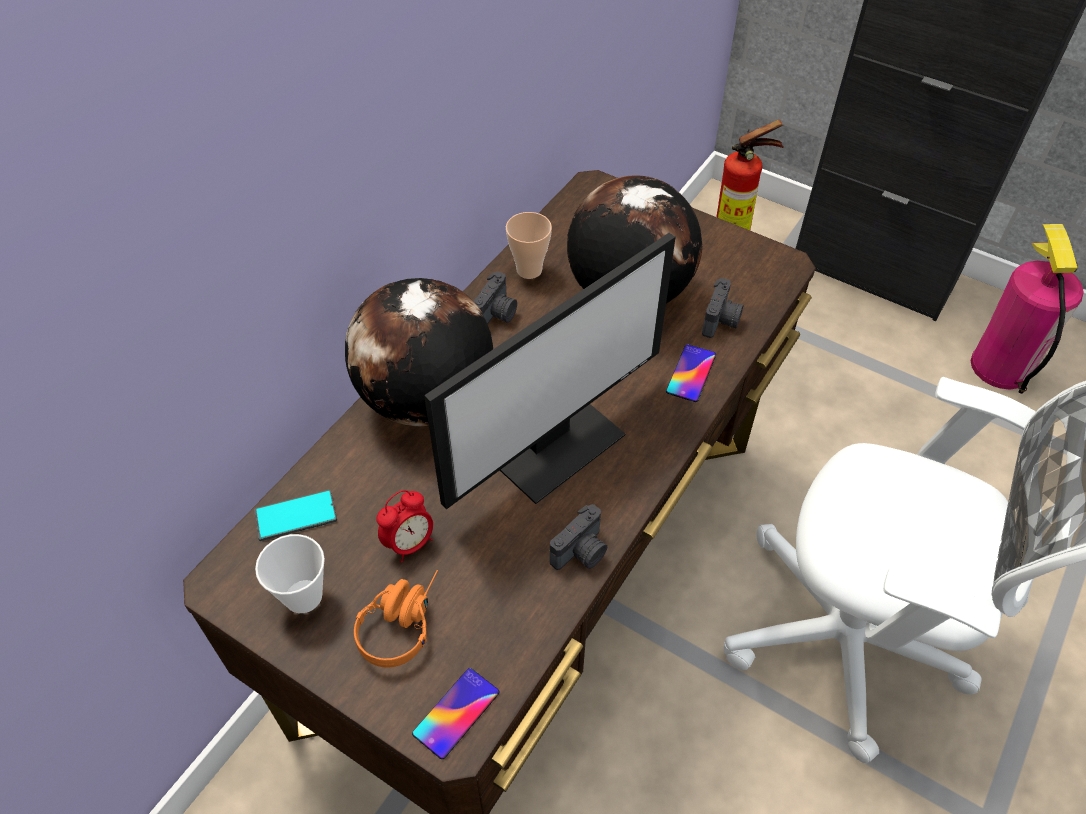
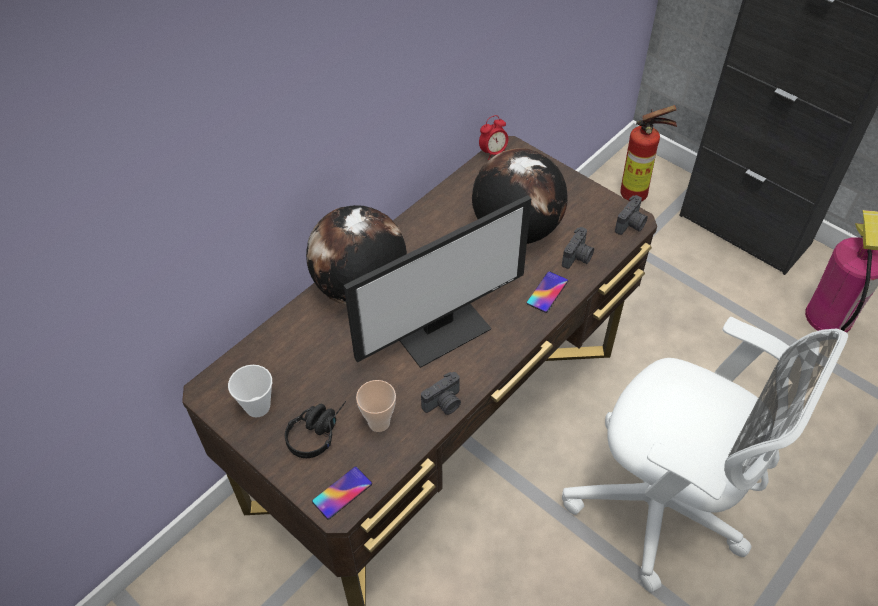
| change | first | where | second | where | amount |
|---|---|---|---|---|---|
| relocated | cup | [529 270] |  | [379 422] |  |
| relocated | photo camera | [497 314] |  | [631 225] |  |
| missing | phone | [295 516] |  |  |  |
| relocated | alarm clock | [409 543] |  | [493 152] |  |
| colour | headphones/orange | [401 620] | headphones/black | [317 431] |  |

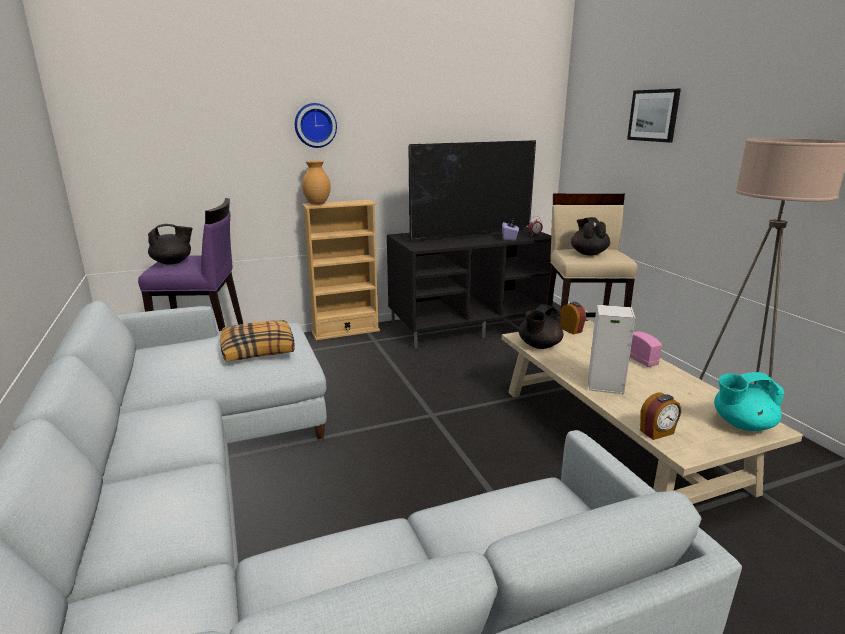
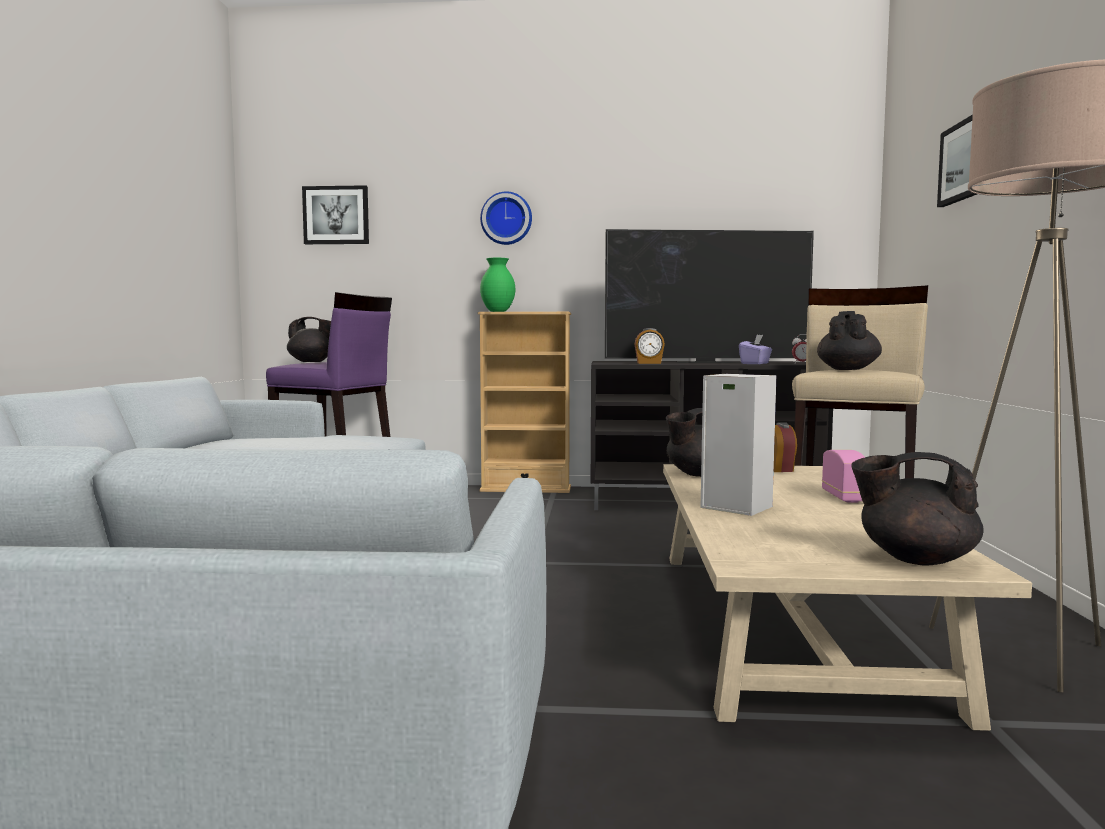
| change | first | where | second | where | amount |
|---|---|---|---|---|---|
| colour | vase/brown | [317 204] | vase/green | [497 311] |  |
| missing | pillow | [259 349] |  |  |  |
| colour | teapot/turquoise | [741 424] | teapot/black | [915 559] |  |
| relocated | alarm clock | [657 432] |  | [649 363] |  |
| appeared |  |  | picture | [336 215] |  |

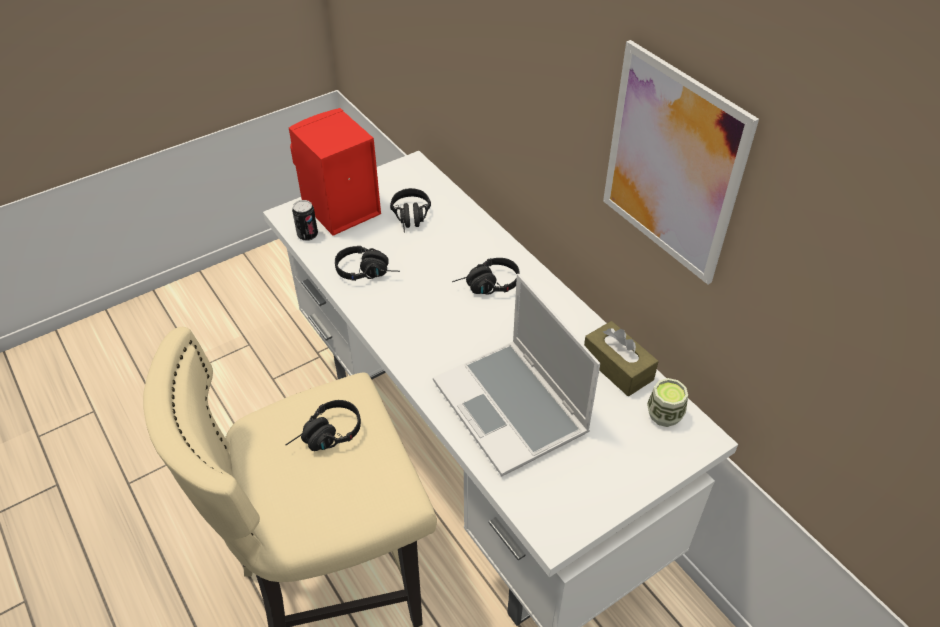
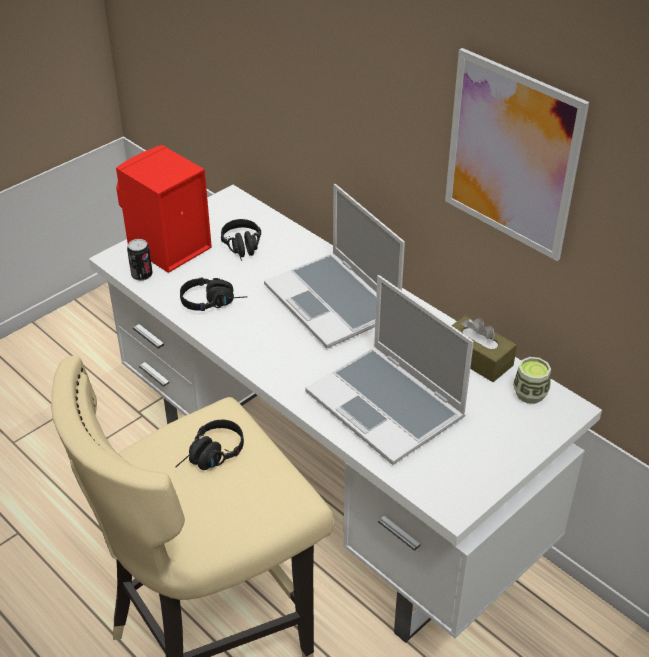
| change | first | where | second | where | amount |
|---|---|---|---|---|---|
| exchanged | headphones/black | [486 286] | laptop | [334 302] |  |

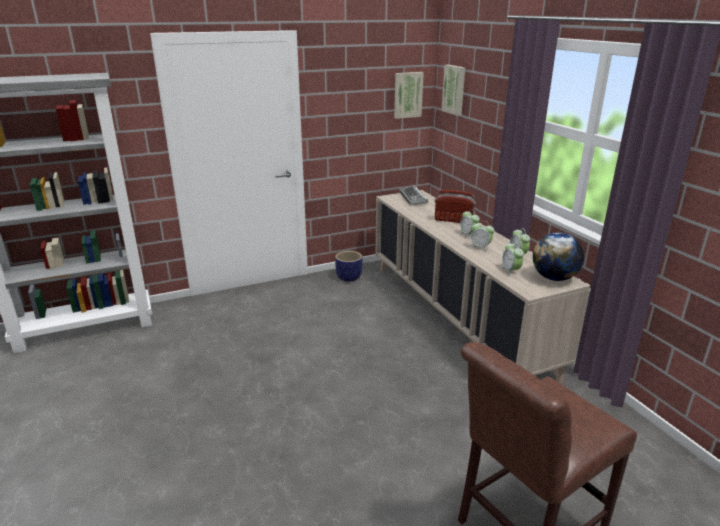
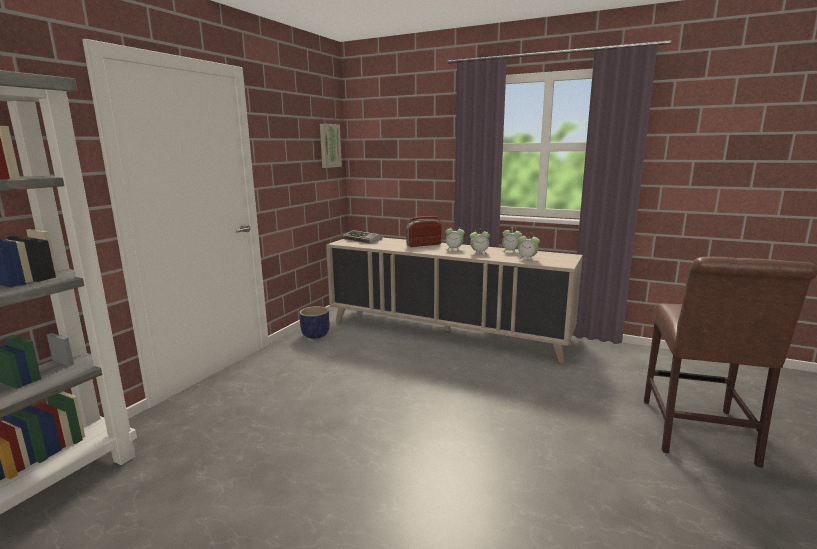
| change | first | where | second | where | amount |
|---|---|---|---|---|---|
| missing | picture | [454 89] |  |  |  |
| missing | globe | [554 278] |  |  |  |

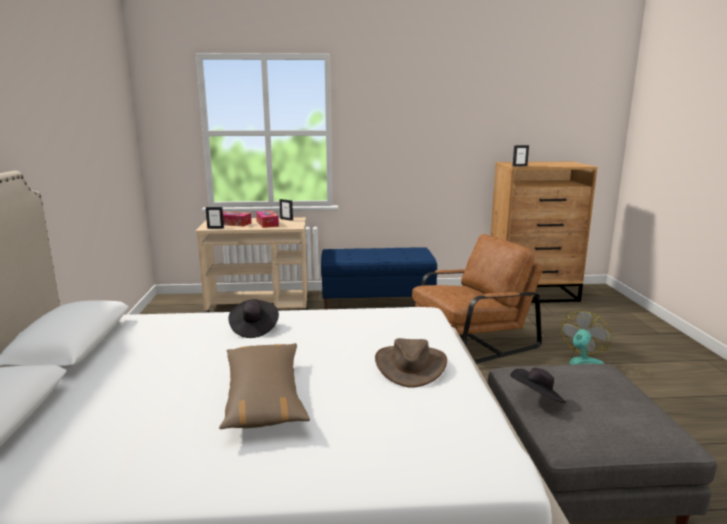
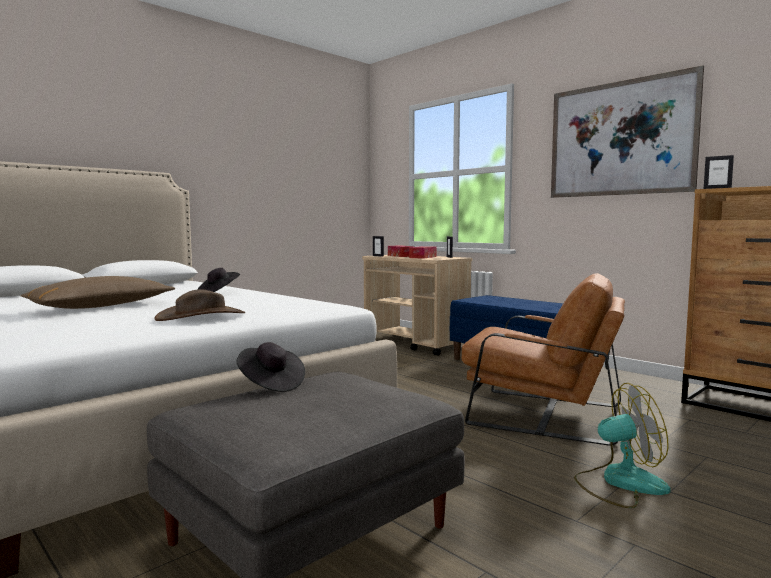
| change | first | where | second | where | amount |
|---|---|---|---|---|---|
| appeared |  |  | picture | [620 138] |  |

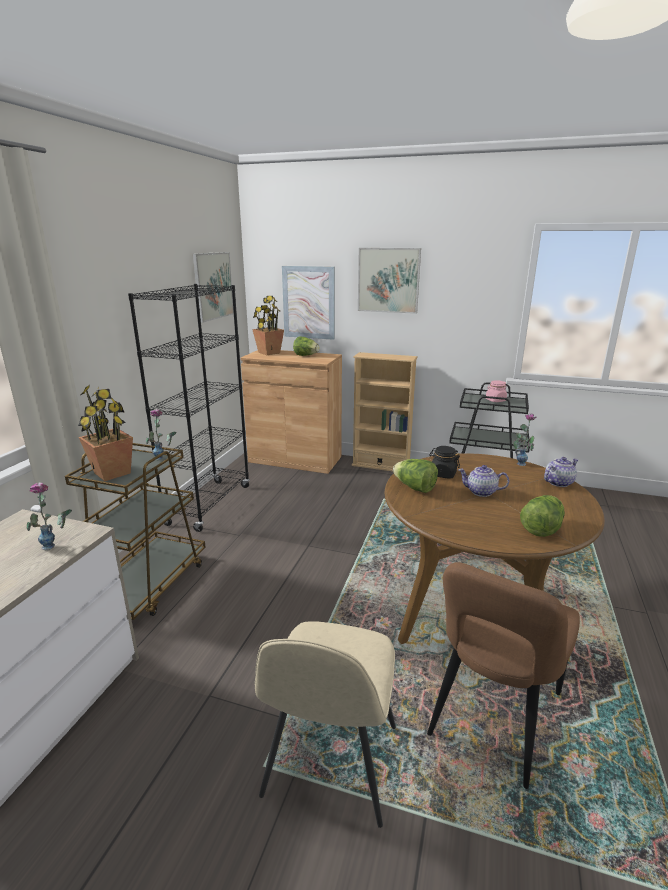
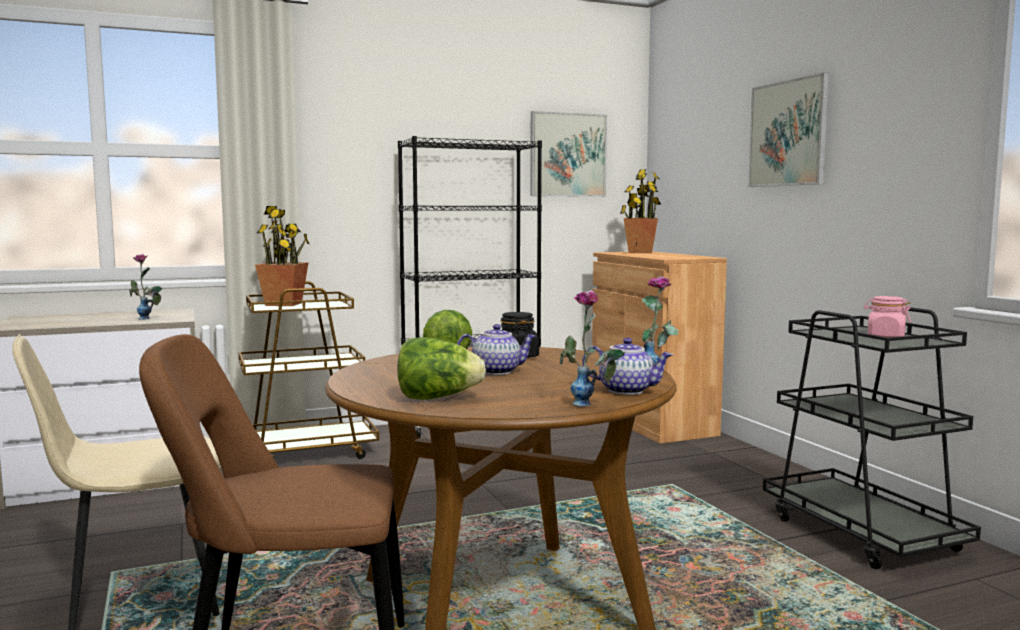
| change | first | where | second | where | amount |
|---|---|---|---|---|---|
| missing | picture | [308 302] |  |  |  |
| missing | lettuce | [306 355] |  |  |  |
| missing | bookcase/beige | [381 465] |  |  |  |
| relocated | vase | [164 458] |  | [591 407] |  |
| spun | teapot | [481 492] |  | [496 371] | 105 degrees clockwise |

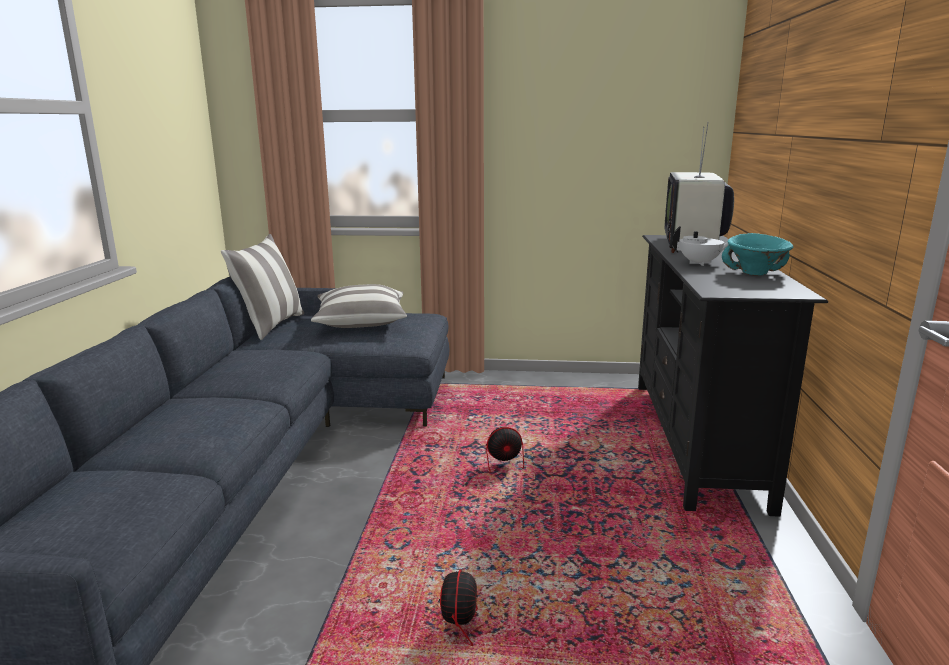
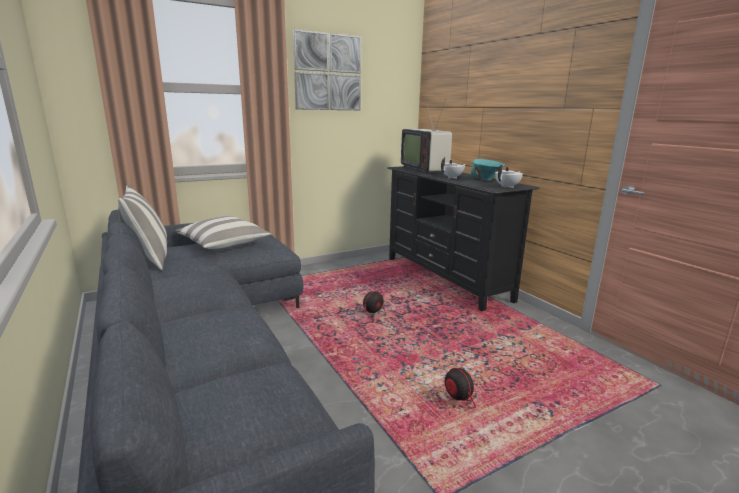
| change | first | where | second | where | amount |
|---|---|---|---|---|---|
| appeared |  |  | picture | [328 72] |  |
| appeared |  |  | teapot/white | [507 187] |  |

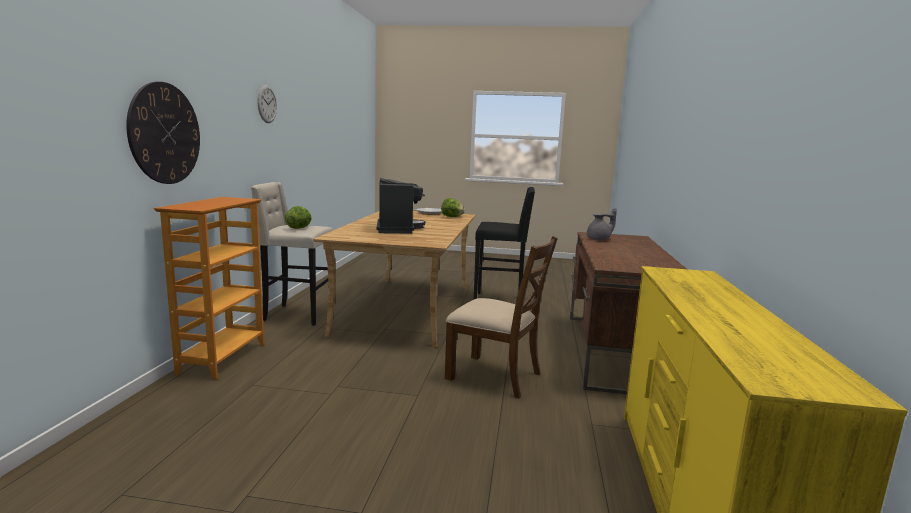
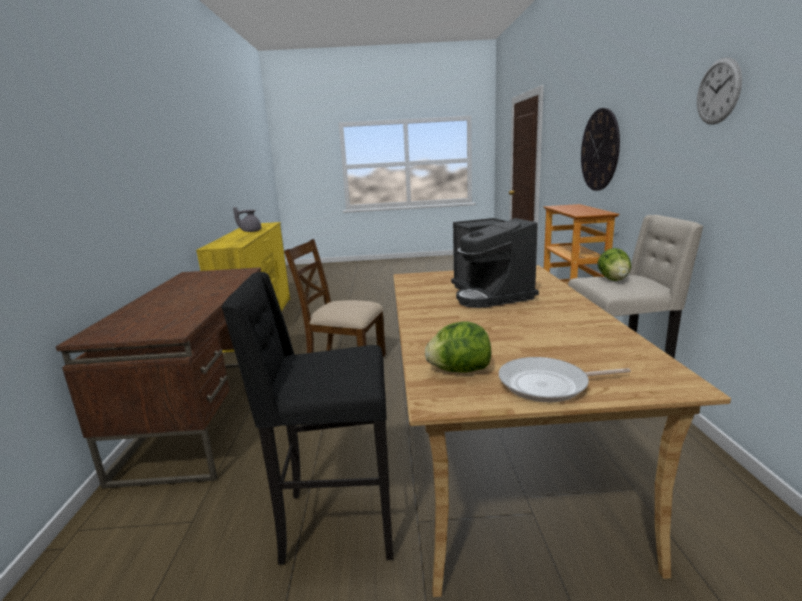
| change | first | where | second | where | amount |
|---|---|---|---|---|---|
| relocated | teapot/grey | [599 239] |  | [250 231] |  |

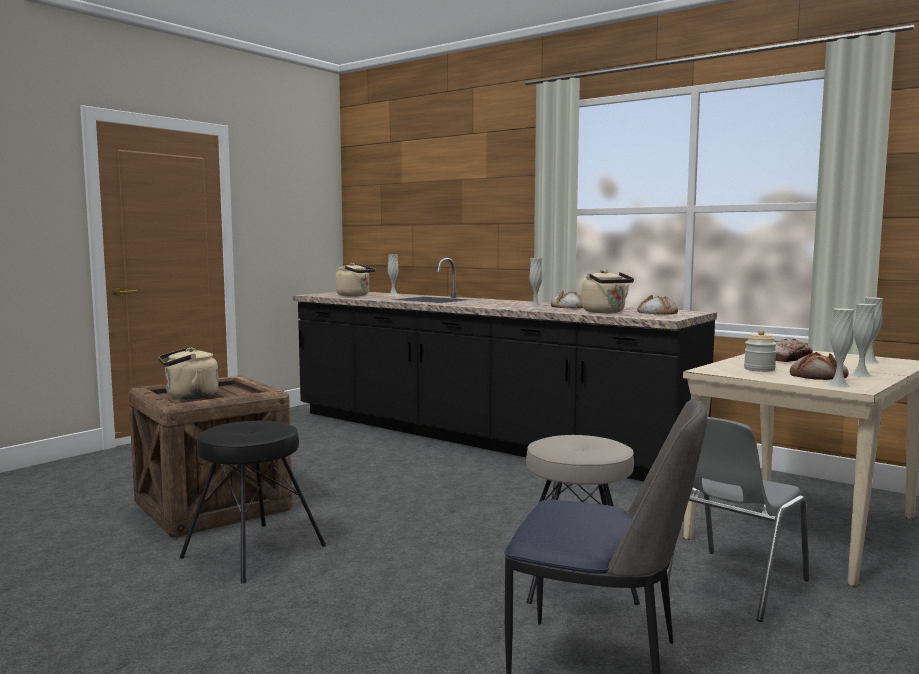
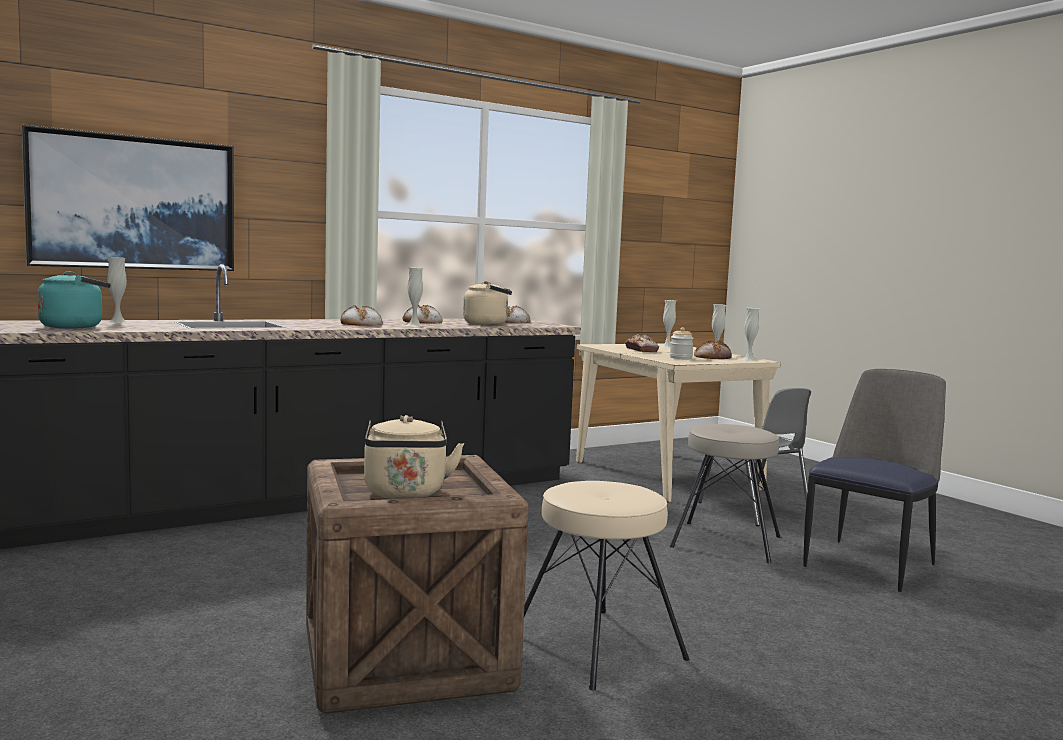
| change | first | where | second | where | amount |
|---|---|---|---|---|---|
| colour | kettle/beige | [355 295] | kettle/turquoise | [75 327] |  |
| colour | stool/black | [253 551] | stool/beige | [596 647] |  |
| appeared |  |  | picture | [133 203] |  |
| appeared |  |  | bread | [360 324] |  |

